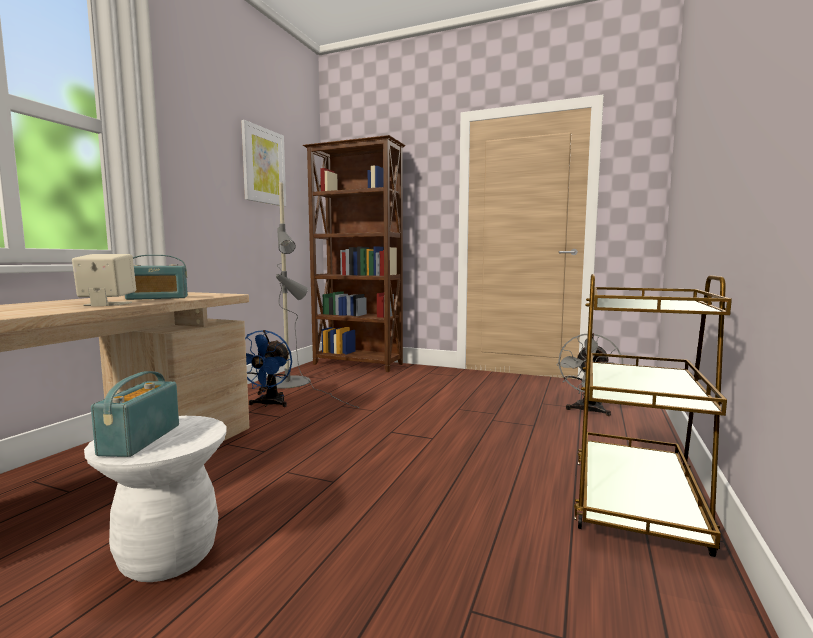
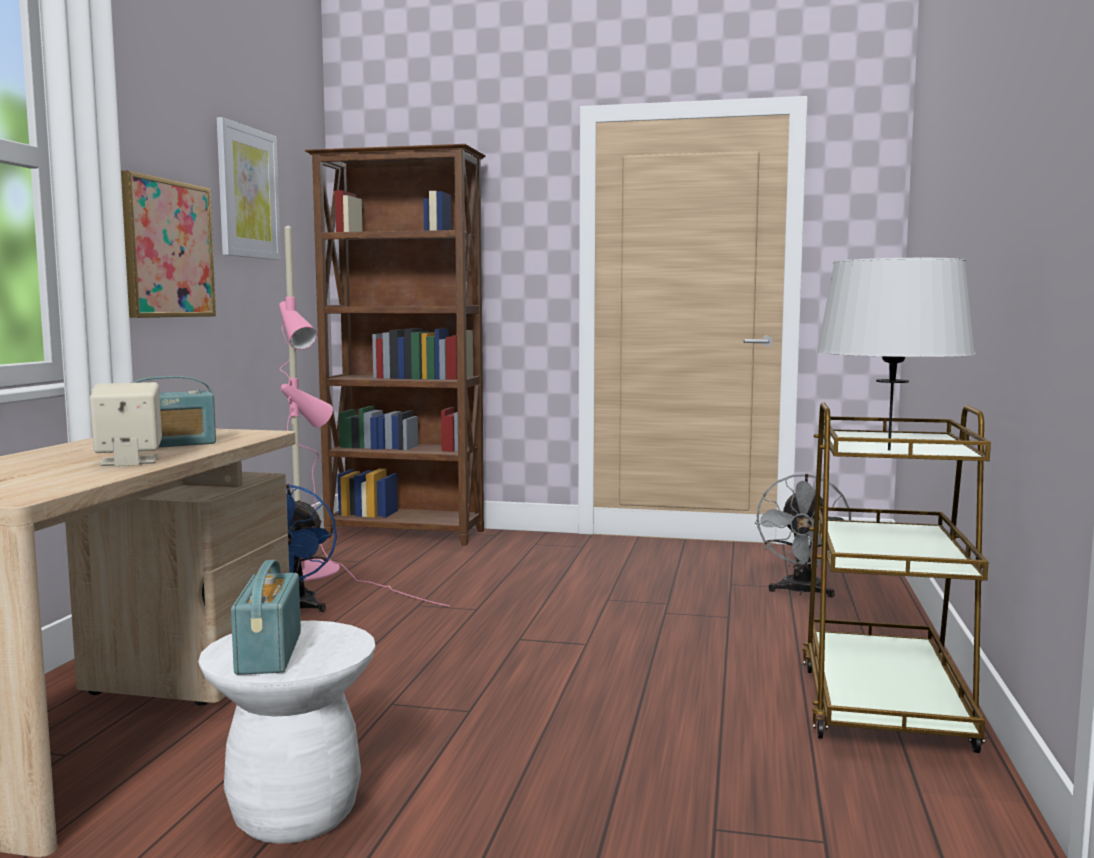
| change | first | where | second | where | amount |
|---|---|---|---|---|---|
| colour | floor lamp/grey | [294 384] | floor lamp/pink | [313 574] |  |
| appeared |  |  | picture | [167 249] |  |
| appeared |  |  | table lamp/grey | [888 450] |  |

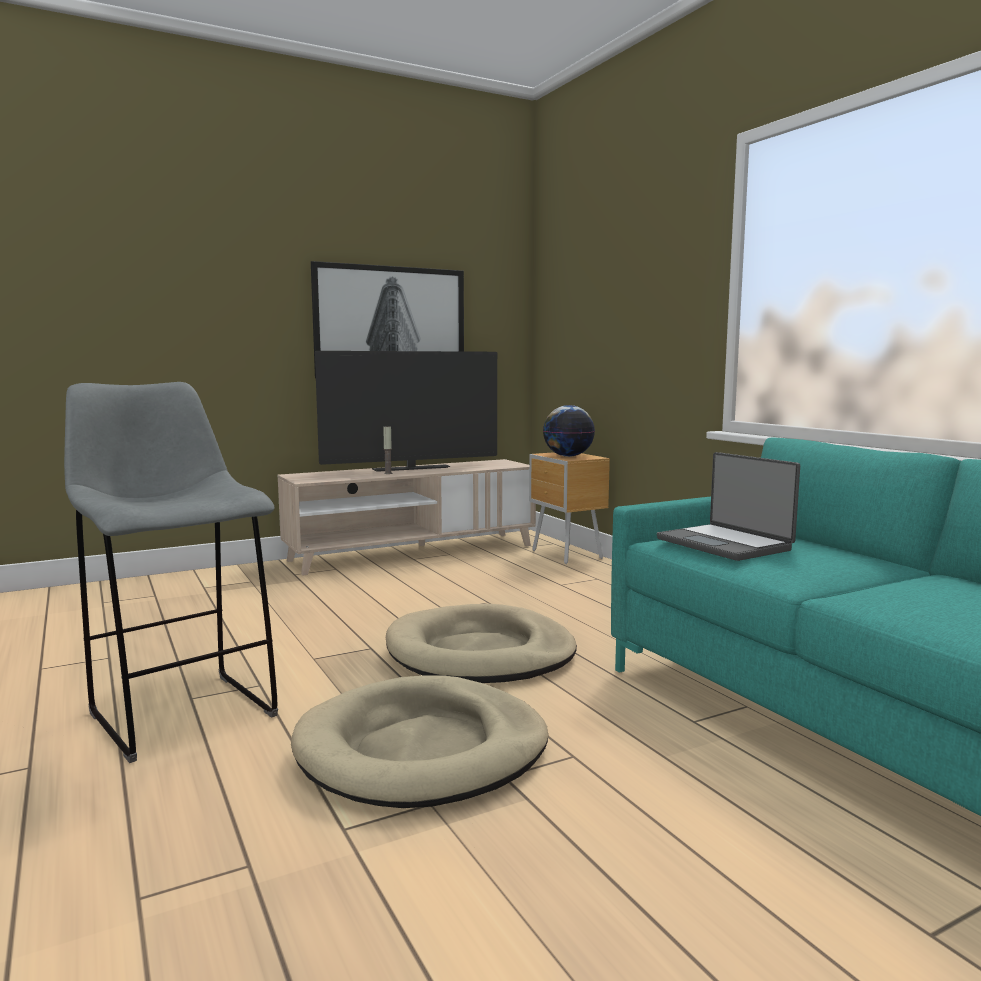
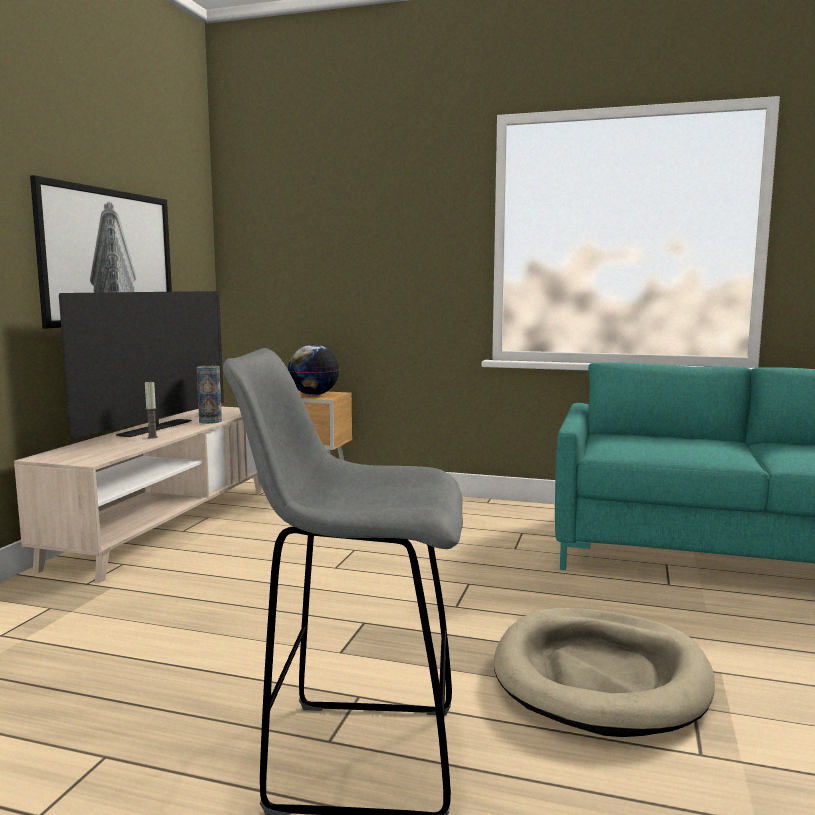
| change | first | where | second | where | amount |
|---|---|---|---|---|---|
| missing | laptop | [725 544] |  |  |  |
| missing | dog bed/beige | [480 653] |  |  |  |
| appeared |  |  | vase | [210 421] |  |

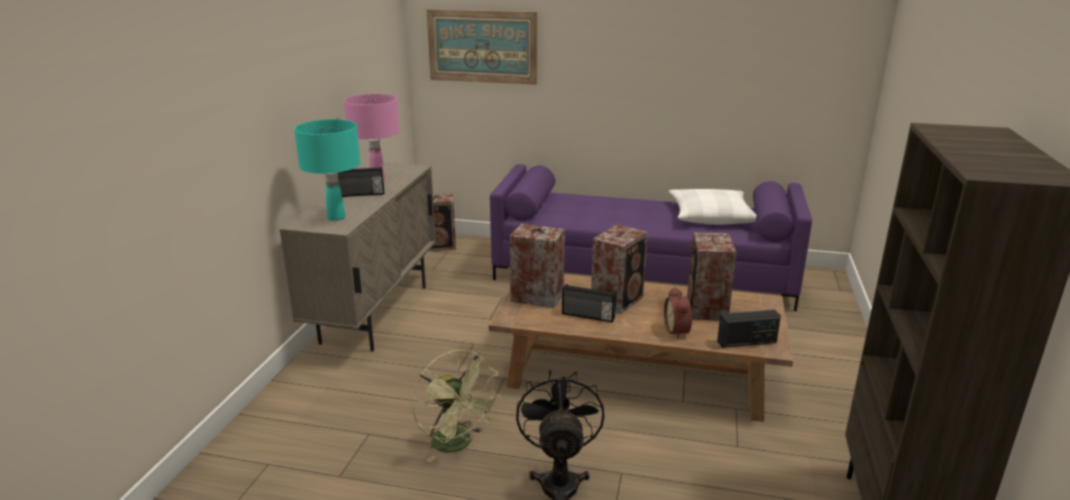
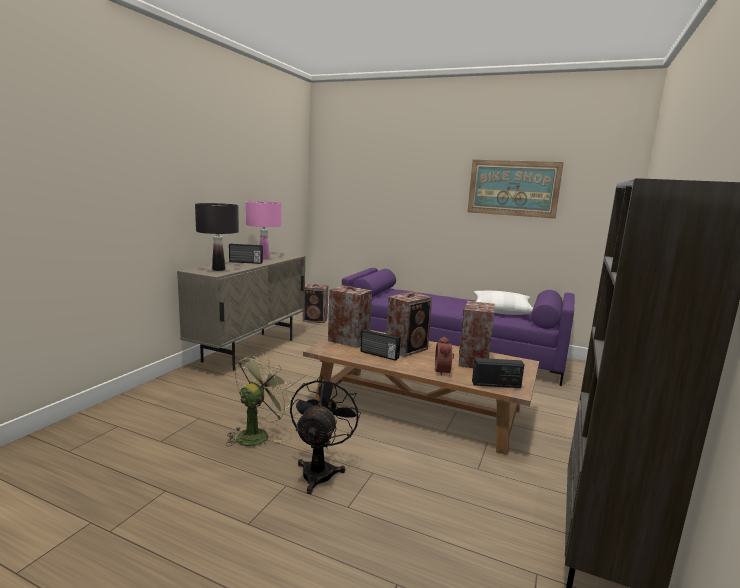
| change | first | where | second | where | amount |
|---|---|---|---|---|---|
| relocated | picture | [482 46] |  | [513 188] |  |
| colour | table lamp/turquoise | [336 217] | table lamp/black | [218 269] |  |
| spun | fan/green | [458 445] |  | [257 434] | 120 degrees counterclockwise |

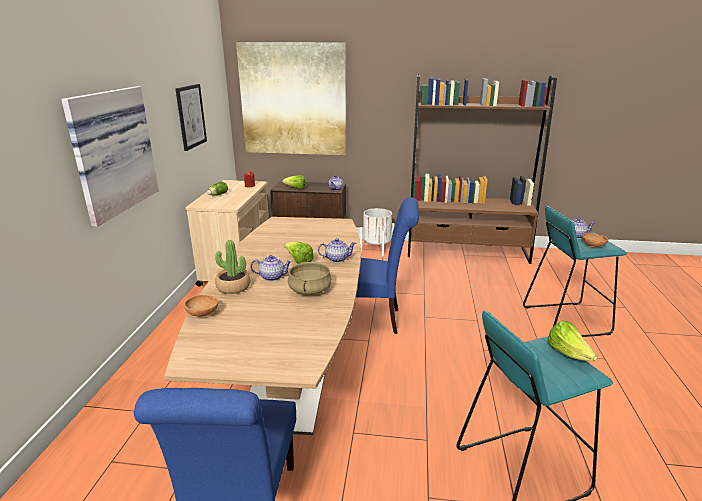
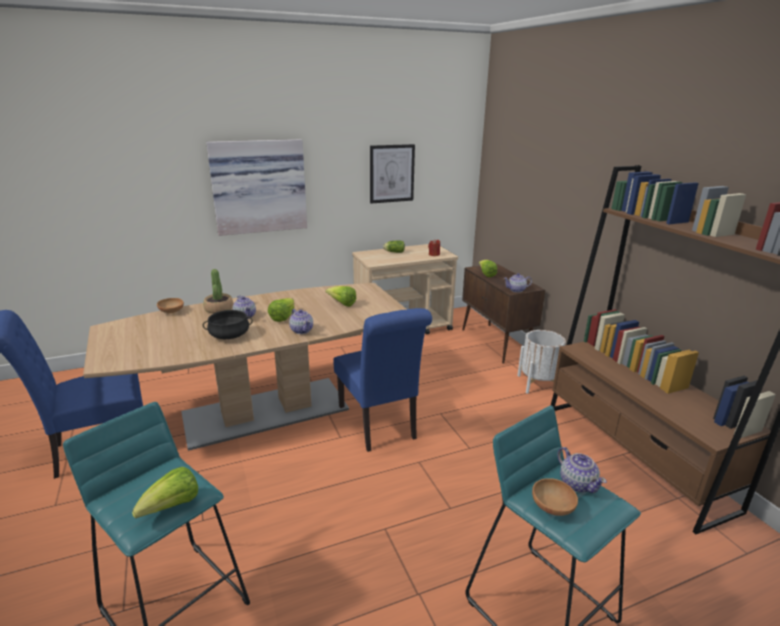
| change | first | where | second | where | amount |
|---|---|---|---|---|---|
| missing | picture | [293 100] |  |  |  |
| colour | cooking pot/beige | [310 290] | cooking pot/black | [229 336] |  |
| appeared |  |  | lettuce | [342 304] |  |

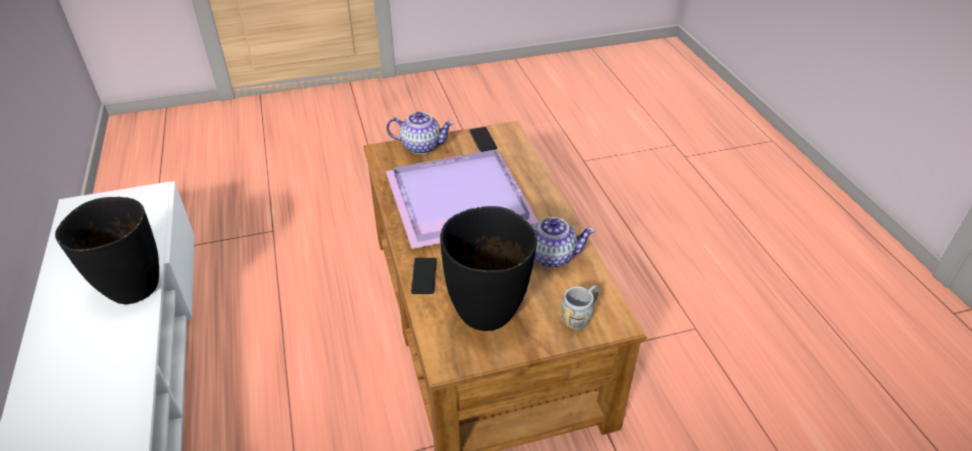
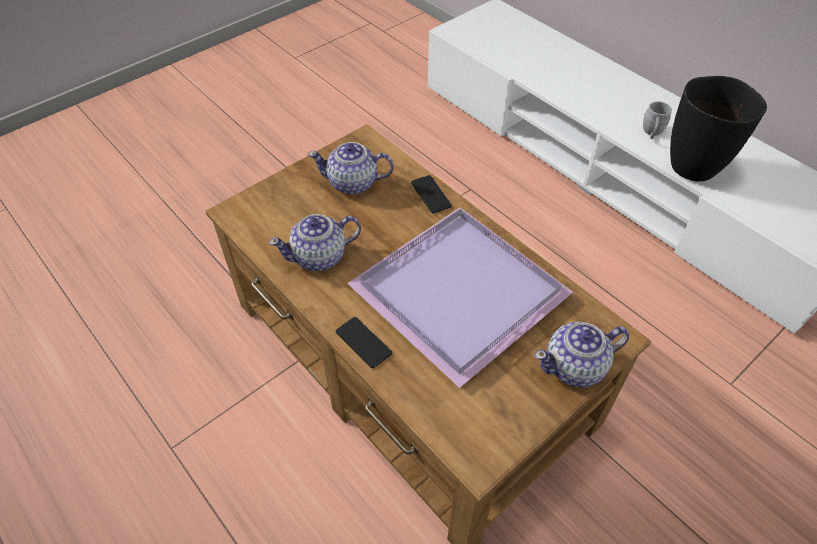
| change | first | where | second | where | amount |
|---|---|---|---|---|---|
| relocated | phone | [483 140] |  | [363 342] |  |
| exchanged | vase/black | [488 312] | teapot | [353 183] |  |
| relocated | mug/grey | [580 316] |  | [651 133] |  |

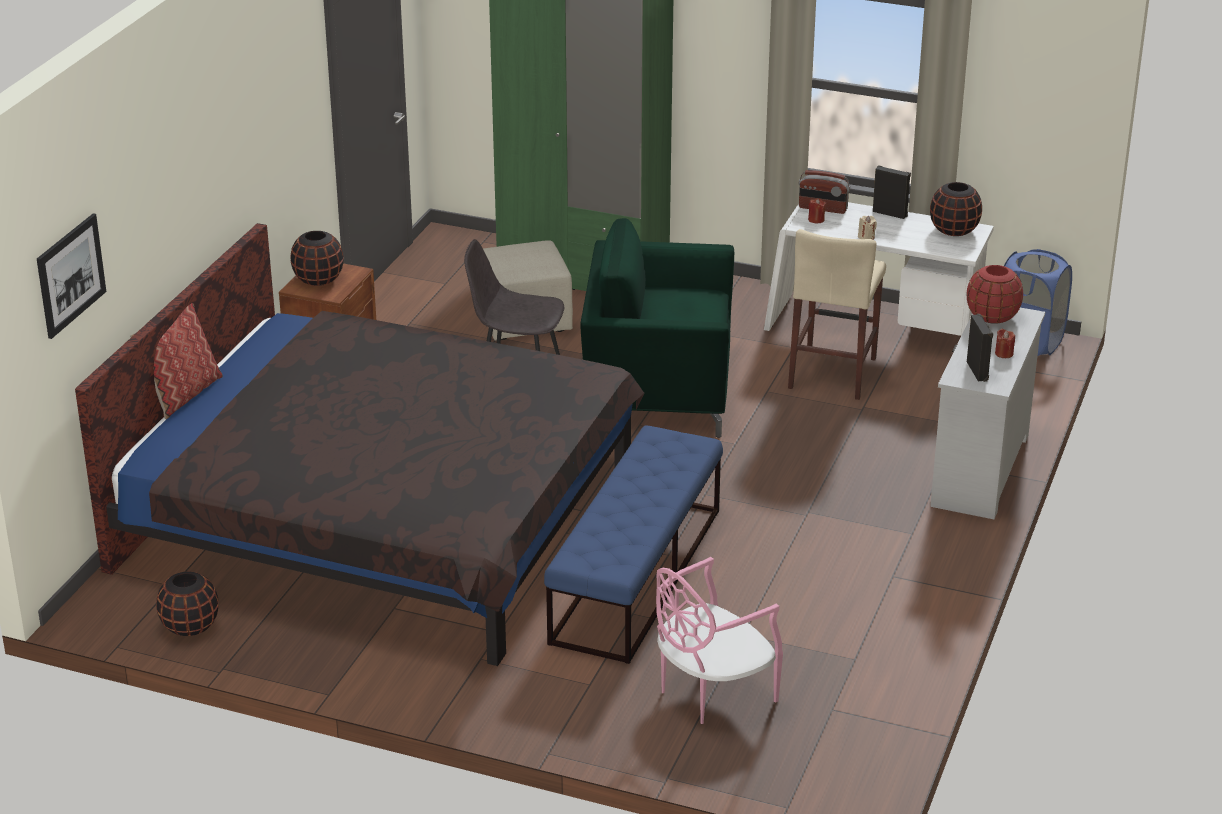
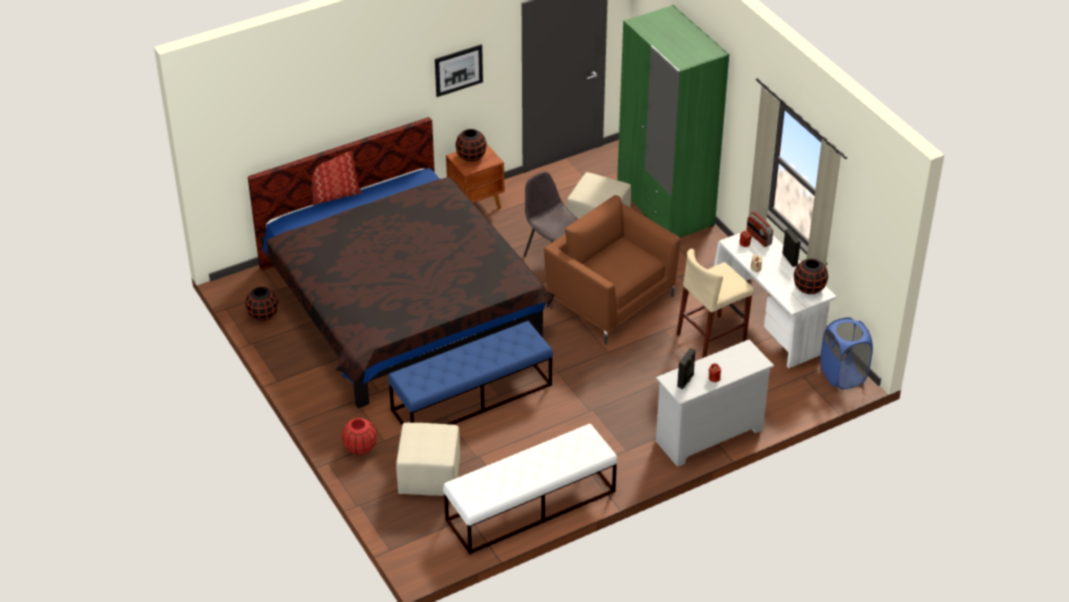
| change | first | where | second | where | amount |
|---|---|---|---|---|---|
| relocated | picture | [71 275] |  | [458 70] |  |
| colour | armchair/green | [657 390] | armchair/brown | [610 300] |  |
| relocated | vase/red | [992 317] |  | [360 447] |  |
| exchanged | chair/pink | [711 692] | ottoman/beige | [429 476] |  |
| appeared |  |  | bench/white | [530 506] |  |

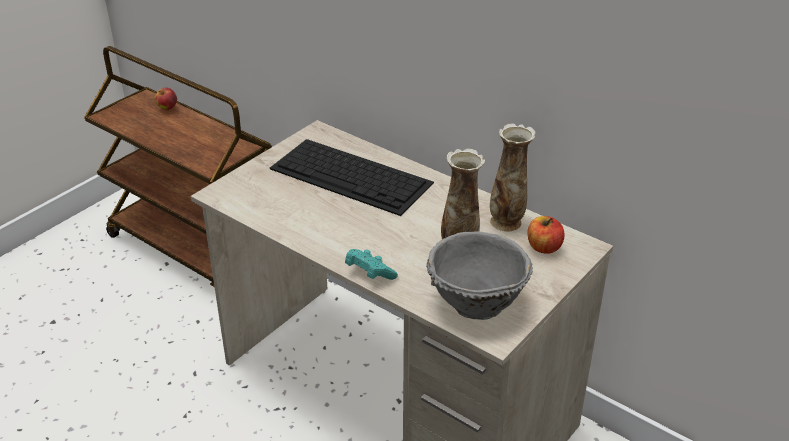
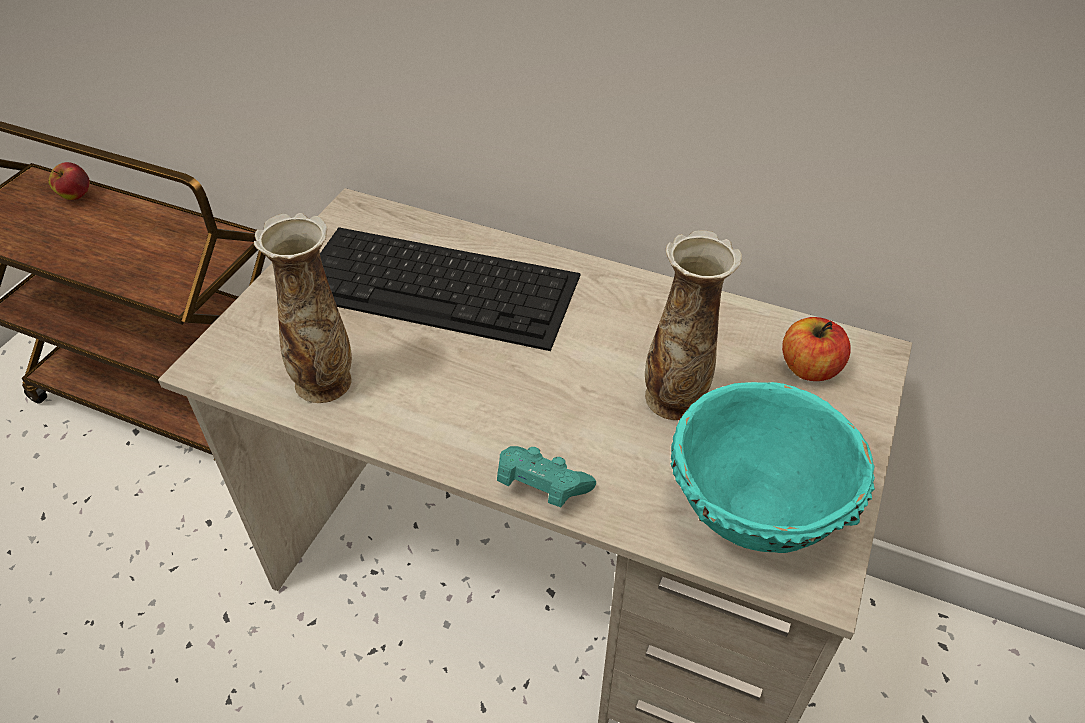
| change | first | where | second | where | amount |
|---|---|---|---|---|---|
| relocated | vase | [507 222] |  | [326 382] |  |
| colour | bowl/grey | [475 304] | bowl/turquoise | [752 513] |  |

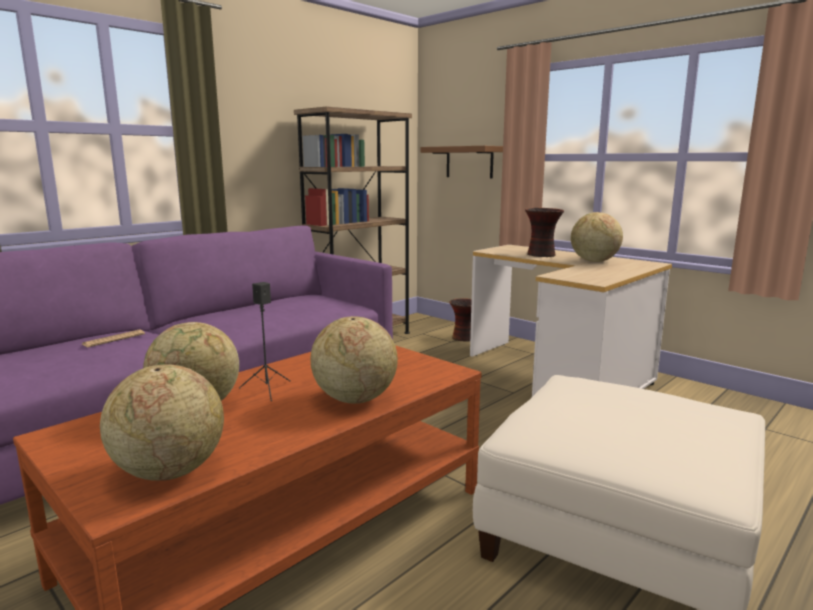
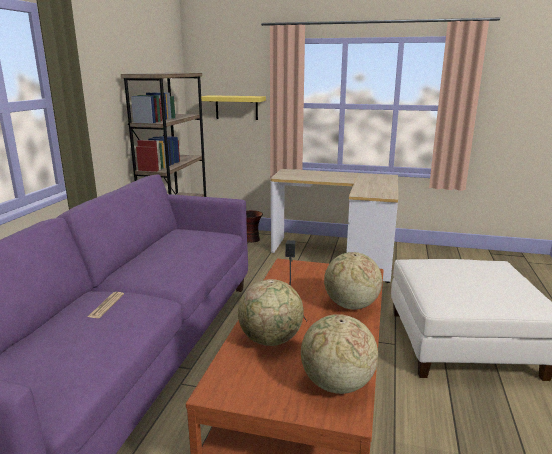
| change | first | where | second | where | amount |
|---|---|---|---|---|---|
| colour | shelf/brown | [469 162] | shelf/yellow | [236 107] |  |
| missing | vase | [542 255] |  |  |  |
| missing | globe | [594 261] |  |  |  |

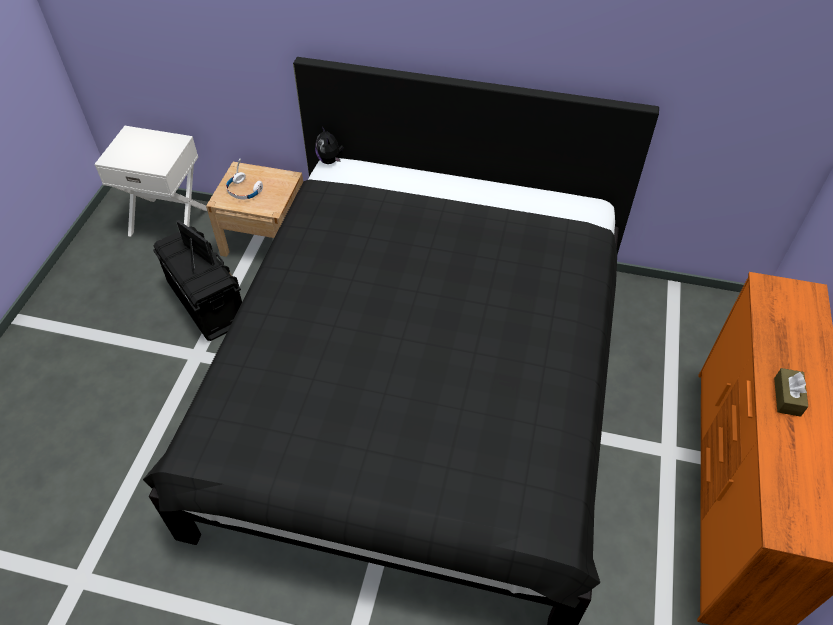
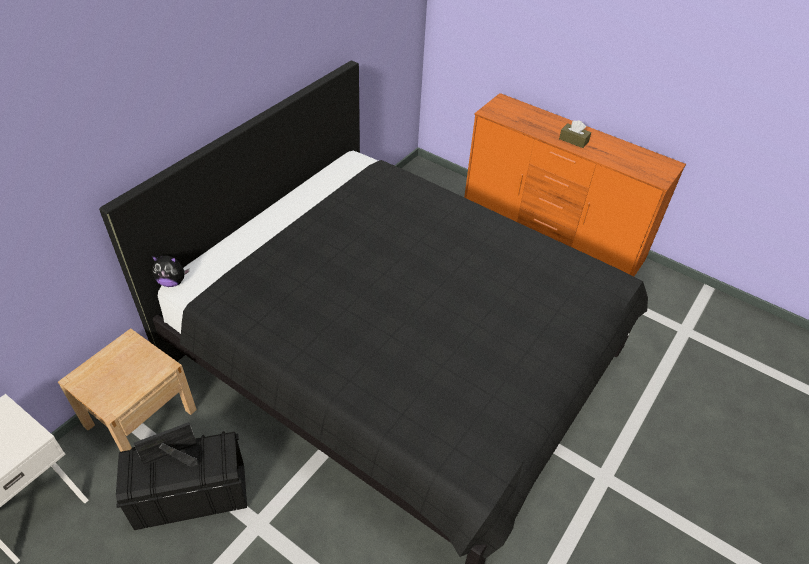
| change | first | where | second | where | amount |
|---|---|---|---|---|---|
| missing | headphones/white | [244 191] |  |  |  |

